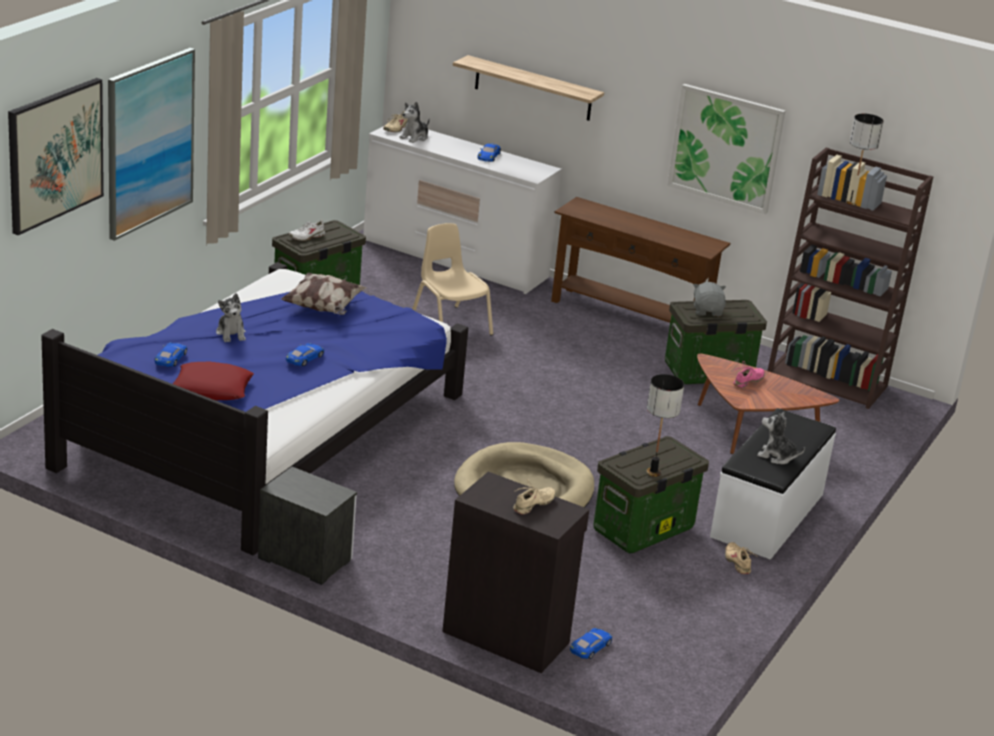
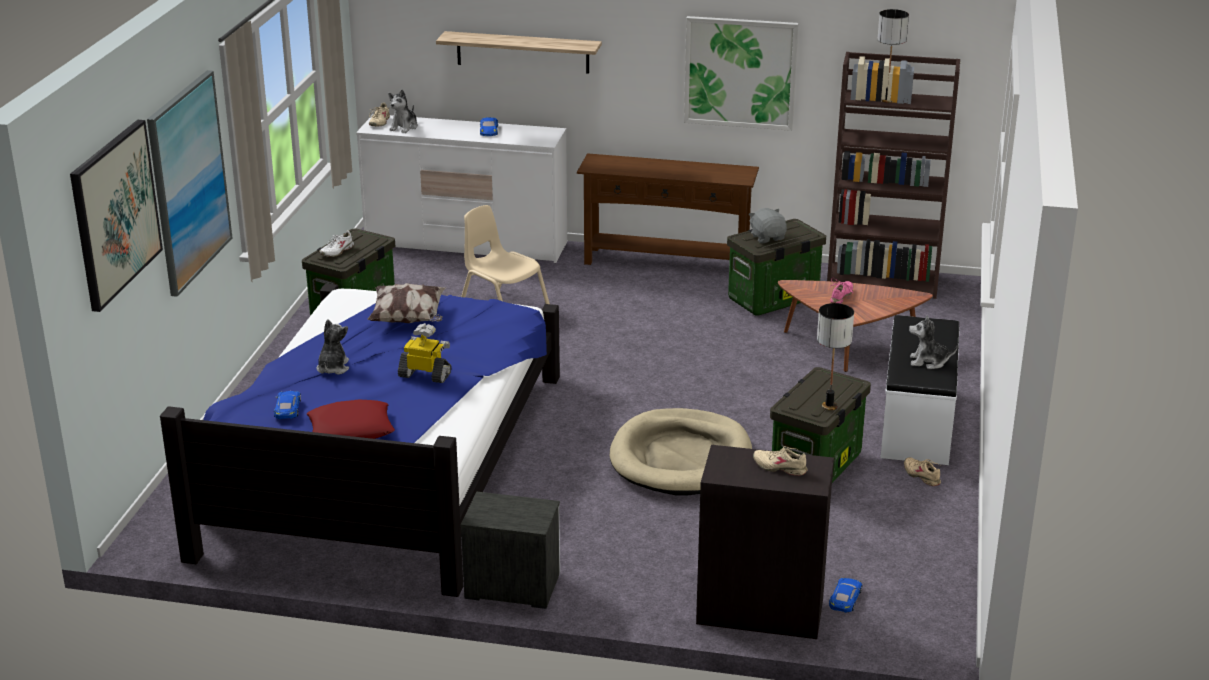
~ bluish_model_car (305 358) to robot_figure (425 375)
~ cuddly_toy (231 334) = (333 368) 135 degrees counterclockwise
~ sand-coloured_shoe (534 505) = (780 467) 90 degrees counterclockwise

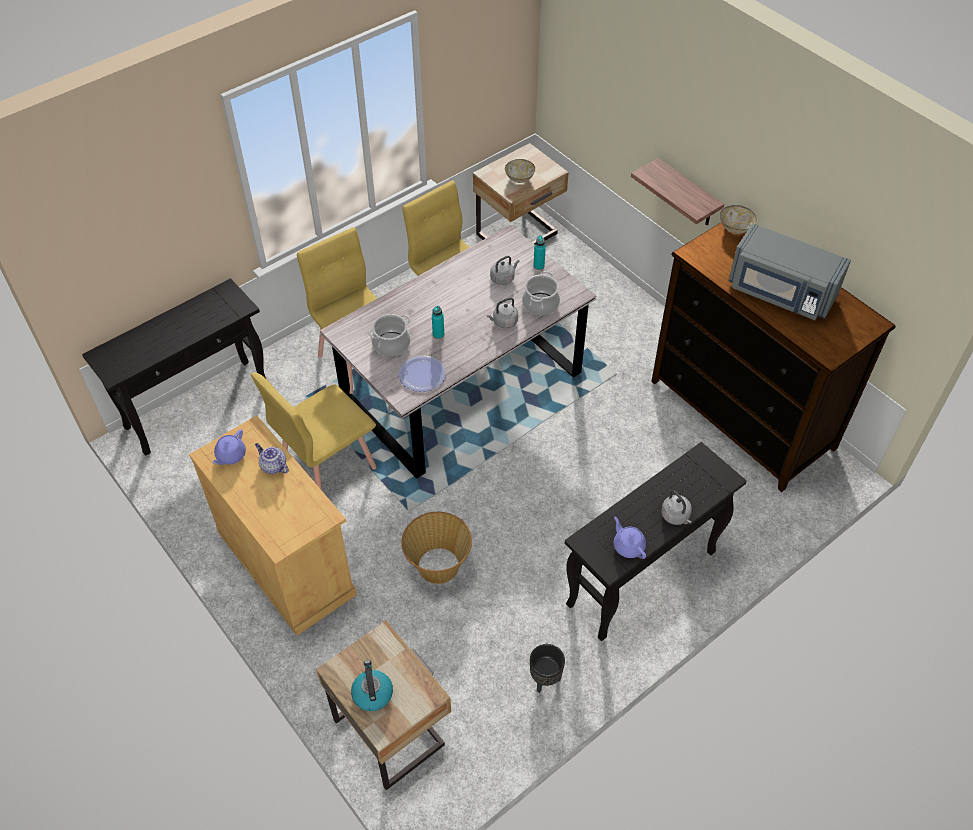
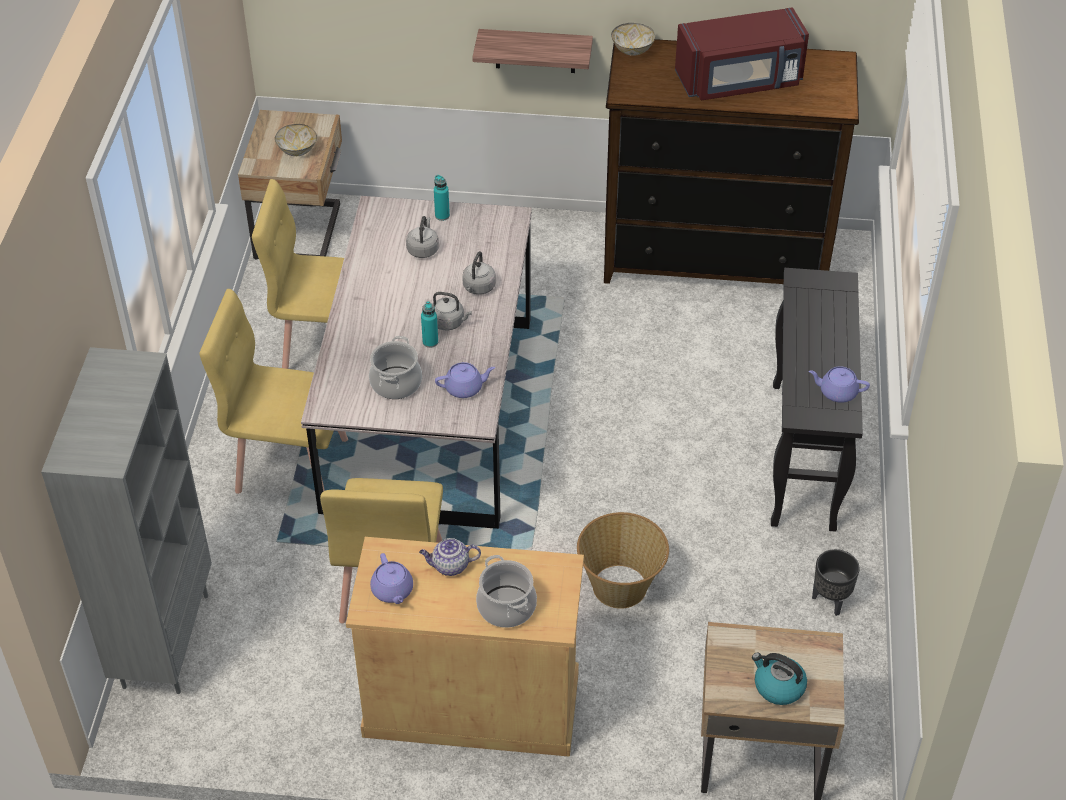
~ stockpot (540 304) to (506 607)
~ grey_water_kettle (676 516) to (449 322)
~ black_console_table (198 405) to grey_bookcase (164 639)
~ flat_dish (422 374) to purplish_pot_for_tea (465 388)
~ grey_microwave (780 293) to red_microwave (740 81)

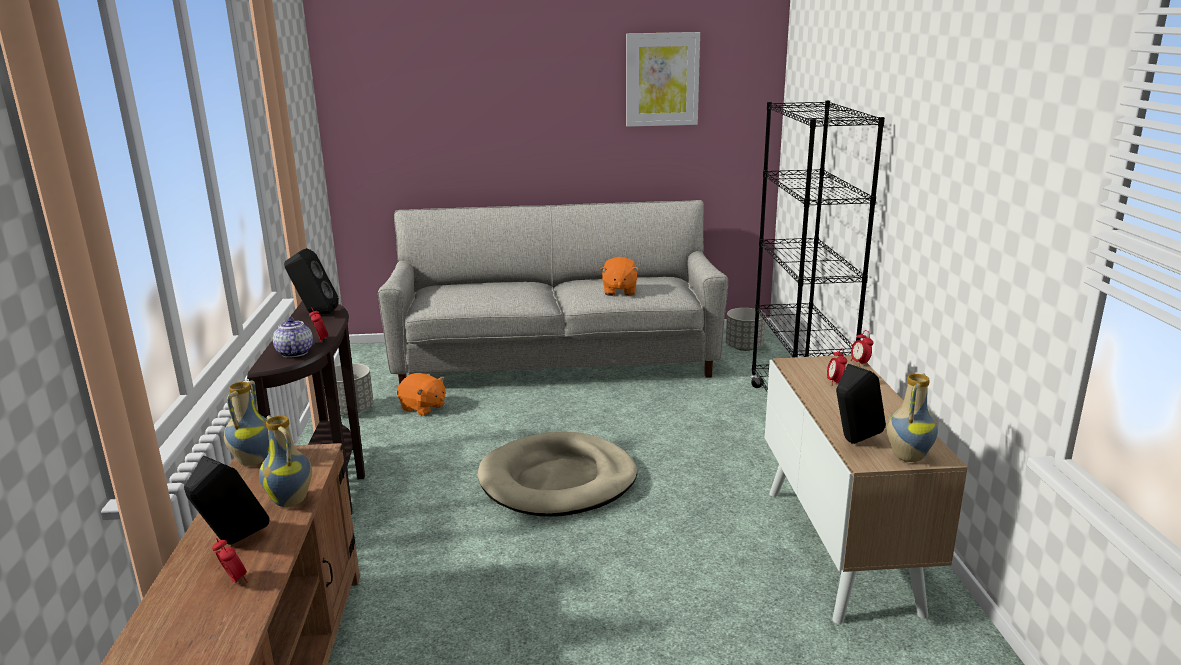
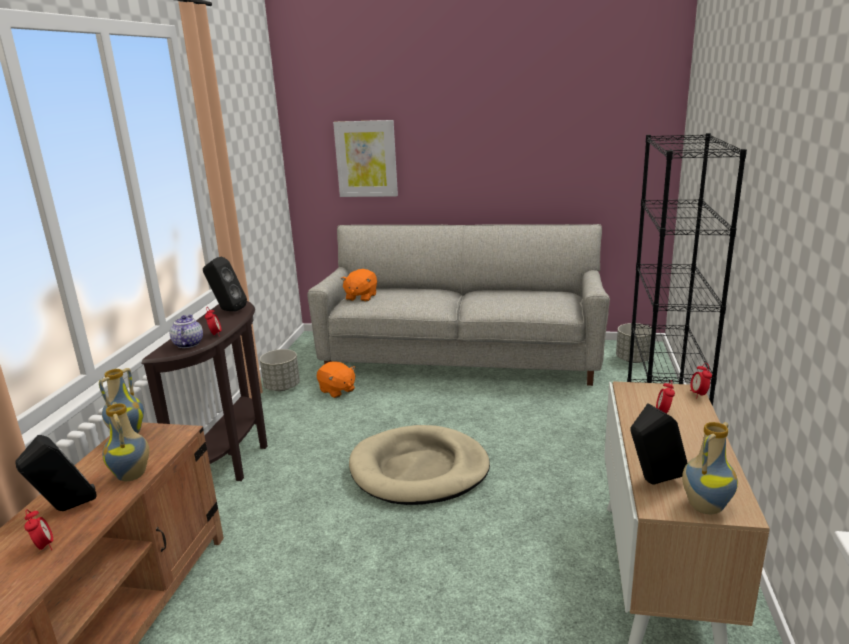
~ orange-coloured_cuddly_toy (619 291) to (361 297)
~ wall_picture (662 79) to (366 159)

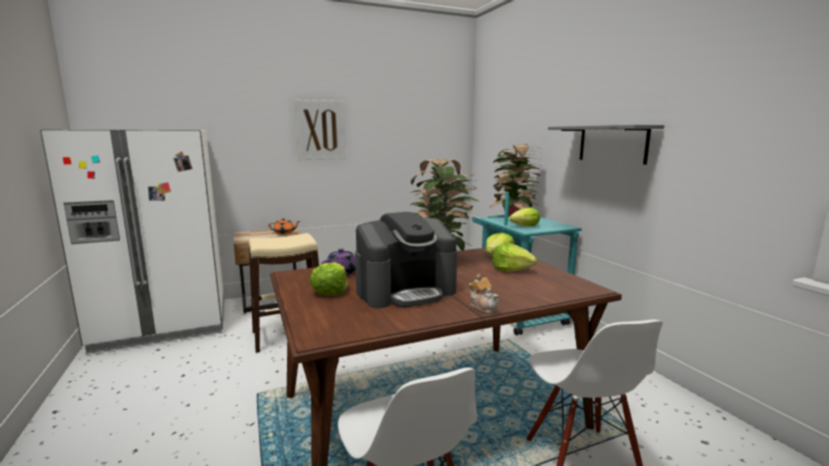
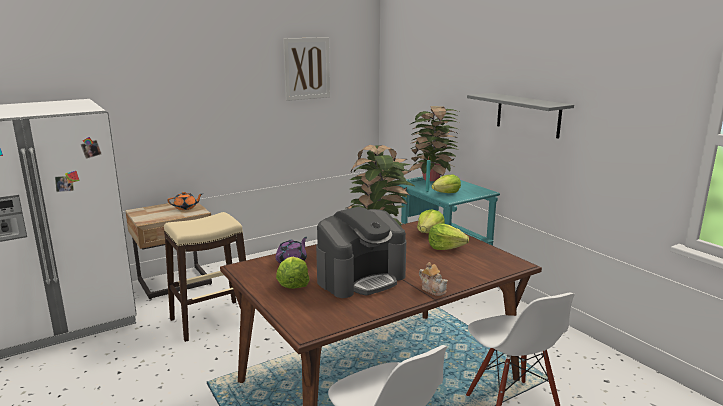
~ wall_picture (320 130) to (306 68)

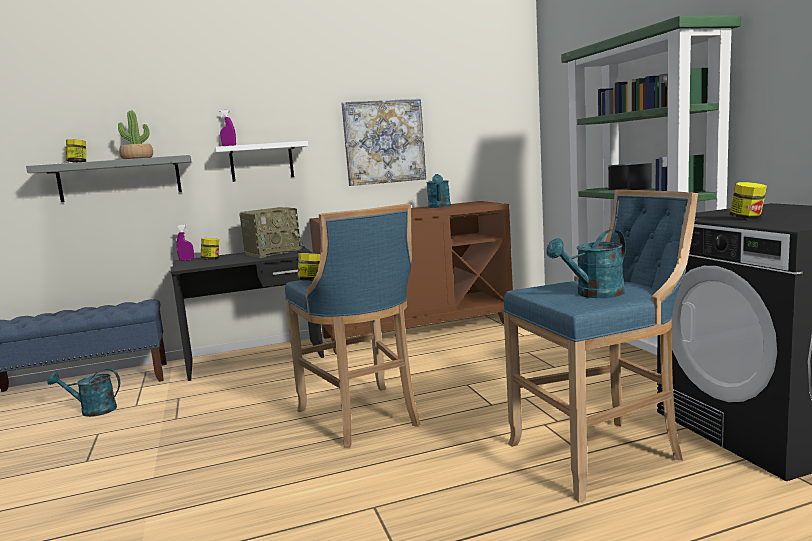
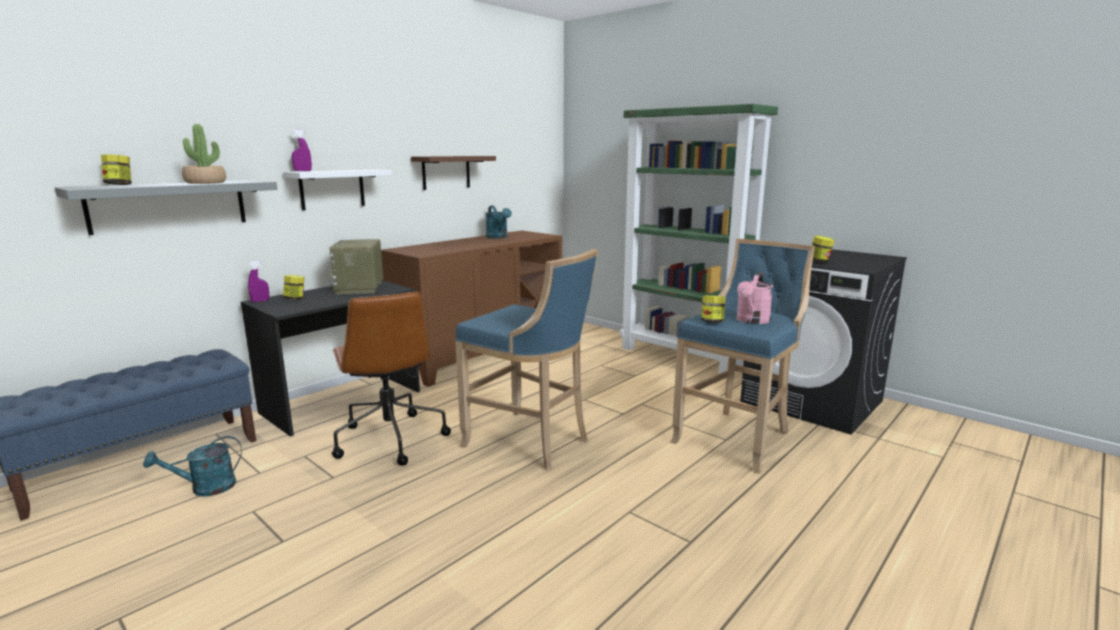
+ brown_desk_chair (390 439)
~ storage_jar (310 281) to (712 322)
~ wall_picture (384 142) to brown_shelf (446 172)
~ blue-green_watering_can (593 294) to pink_watering_can (751 321)
~ radio (273 252) = (360 288) 150 degrees clockwise

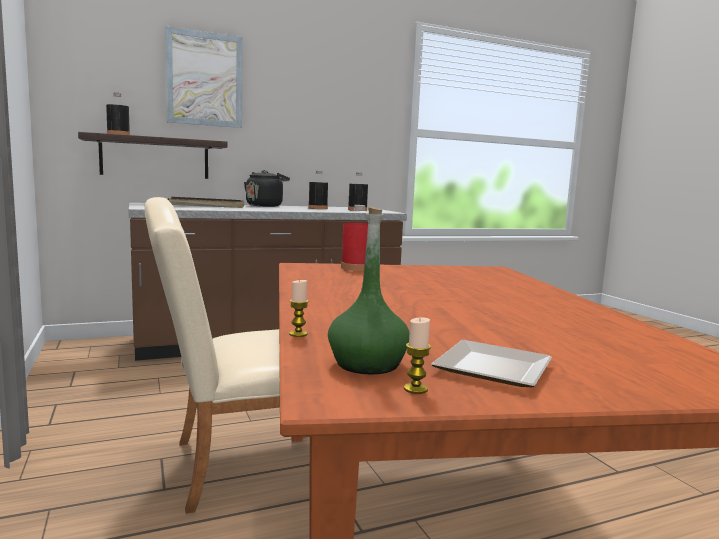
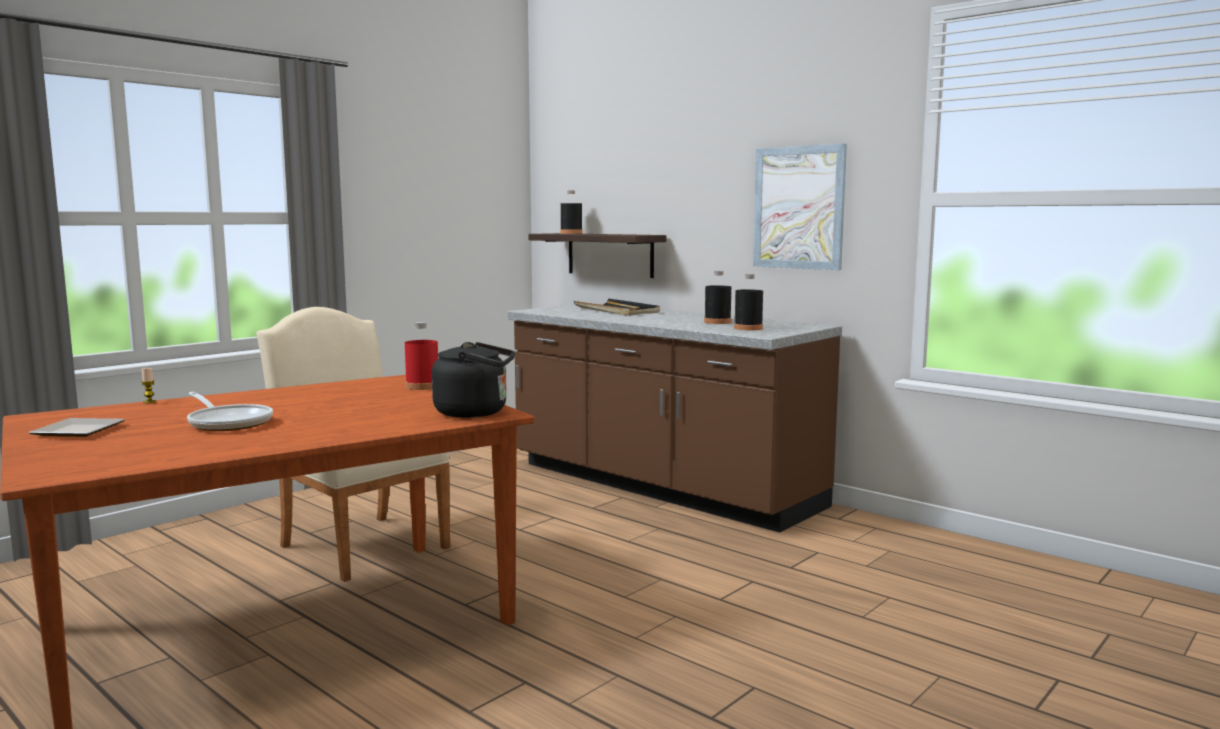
- green_beverage_bottle (368 364)
- wax_light (415 389)
+ skillet (228 423)
~ wall_picture (204 79) to (798 208)
~ black_water_kettle (265 206) to (476 412)

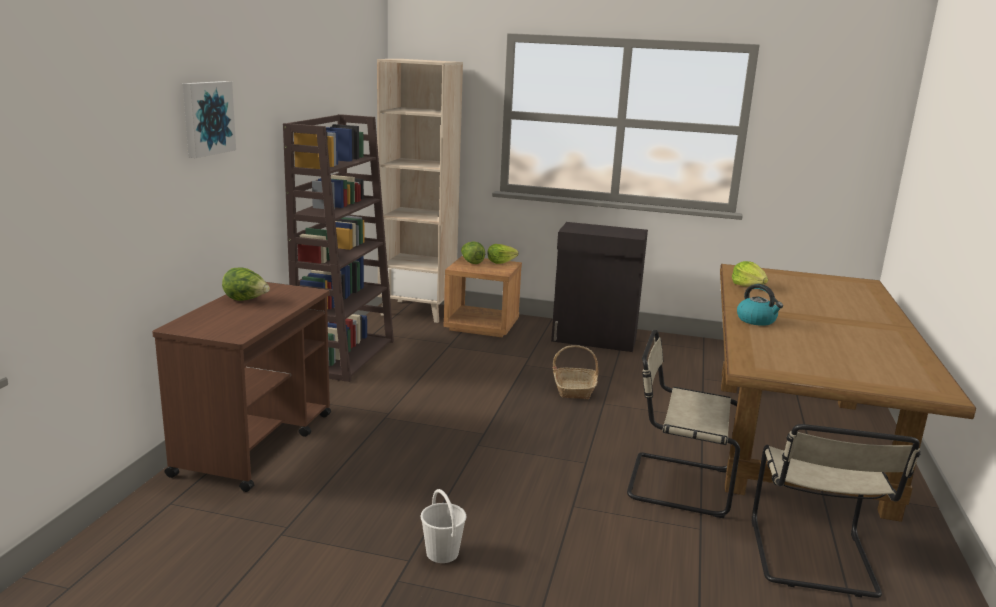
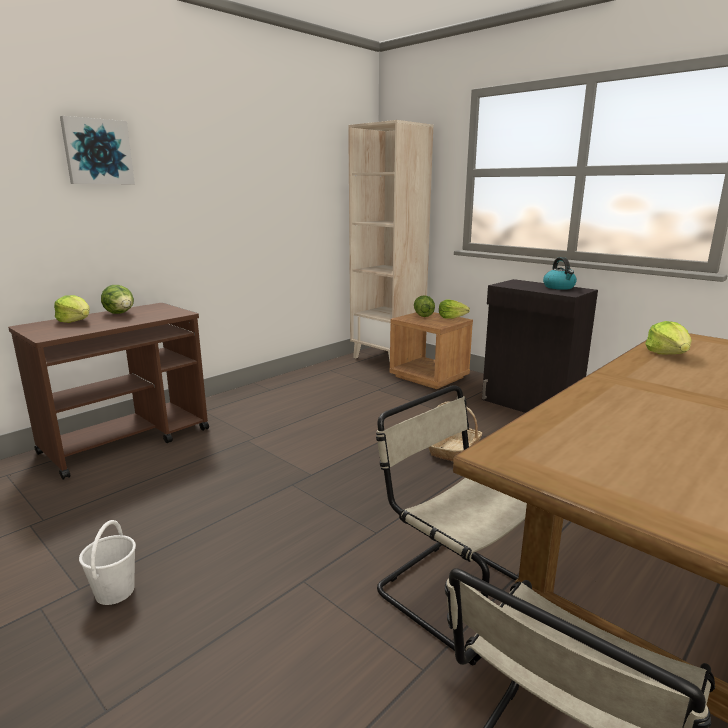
- brown_bookcase (345 356)
+ lettuce (75 321)
~ water_kettle (757 320) to (559 287)

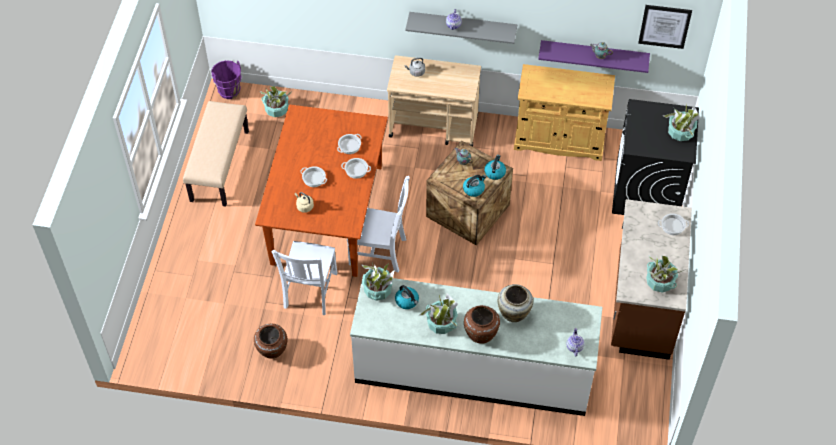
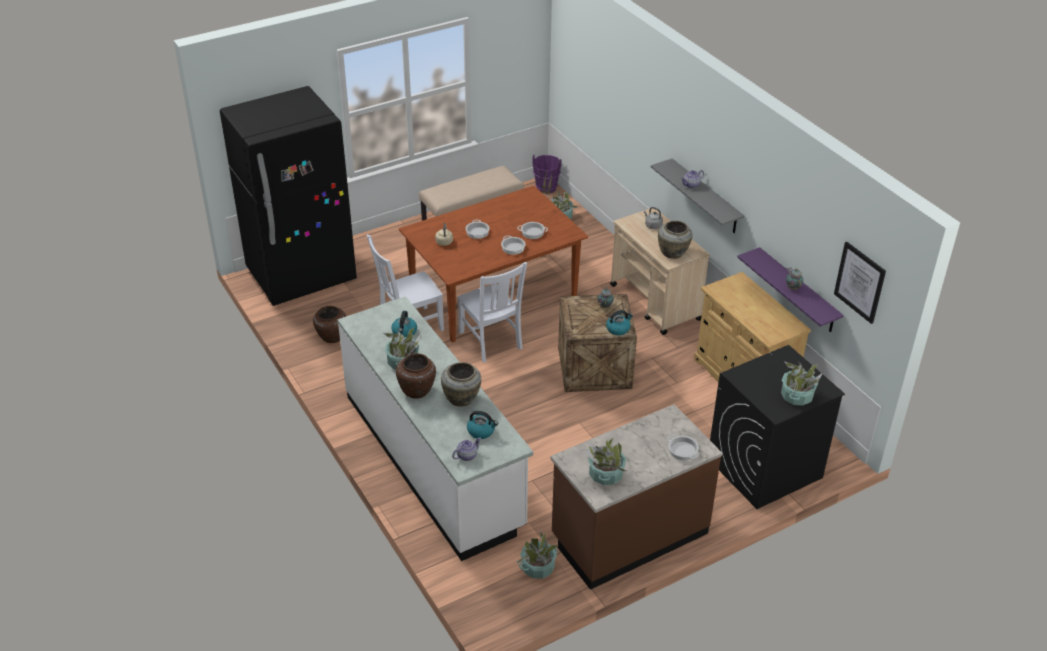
+ black_refrigerator (302 276)
+ sand-coloured_vase (673 253)
~ houseplant (378 290) to (538 567)
~ water_kettle (474 189) to (481 431)

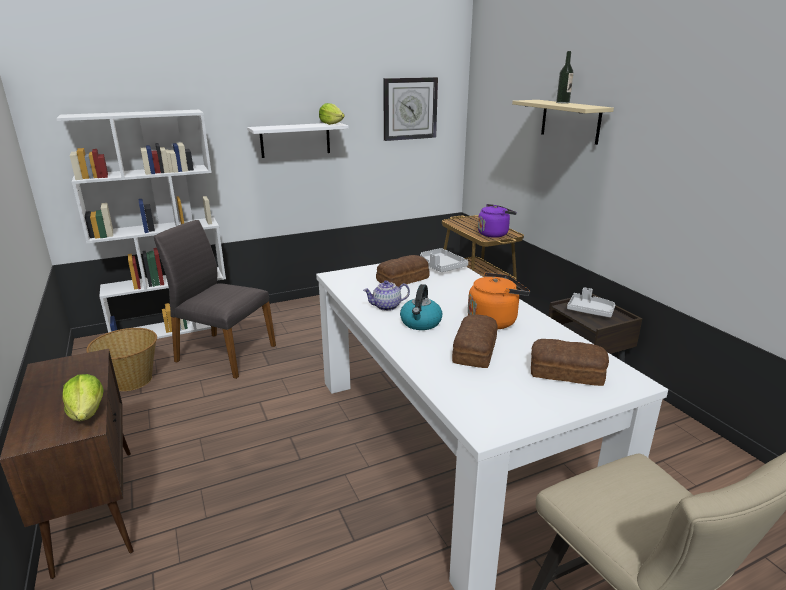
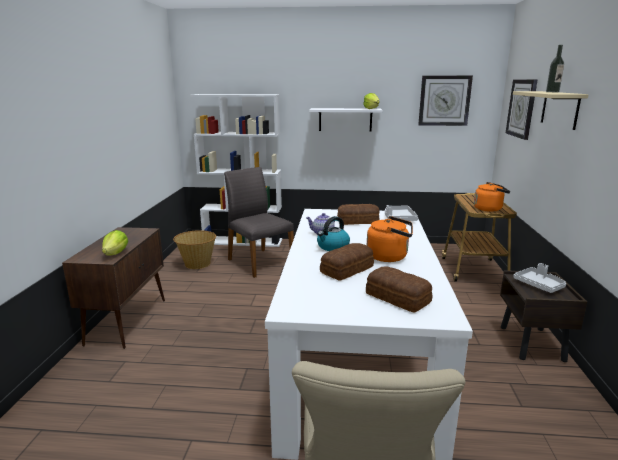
+ wall_clock (522 108)
~ purplish_water_kettle (494 234) to orange-coloured_water_kettle (489 209)

